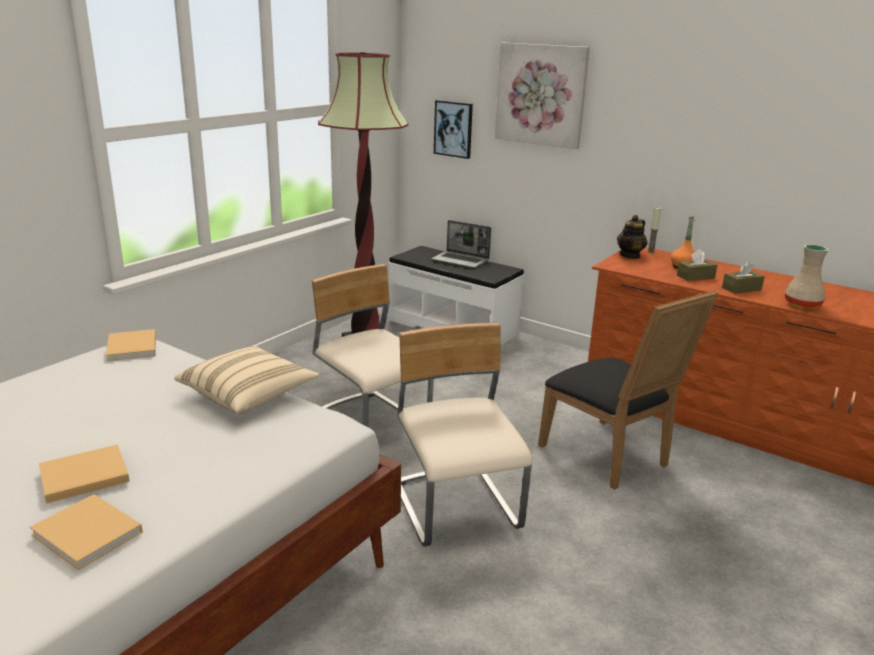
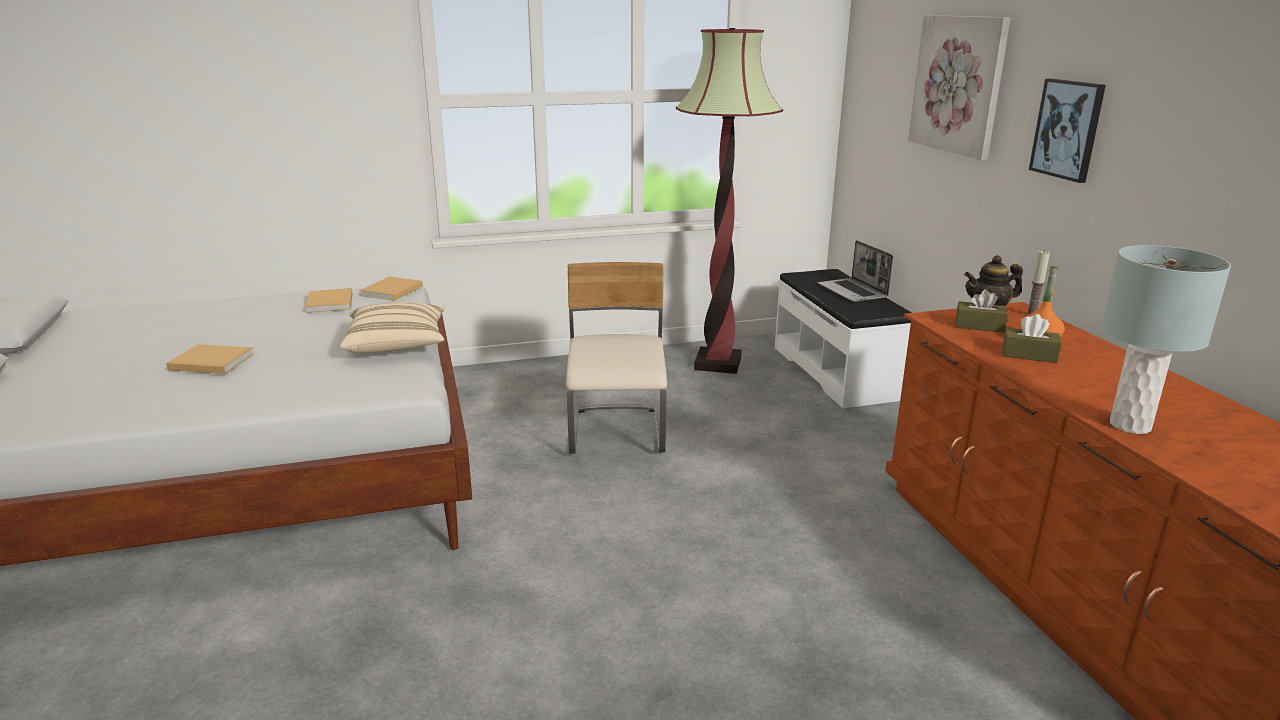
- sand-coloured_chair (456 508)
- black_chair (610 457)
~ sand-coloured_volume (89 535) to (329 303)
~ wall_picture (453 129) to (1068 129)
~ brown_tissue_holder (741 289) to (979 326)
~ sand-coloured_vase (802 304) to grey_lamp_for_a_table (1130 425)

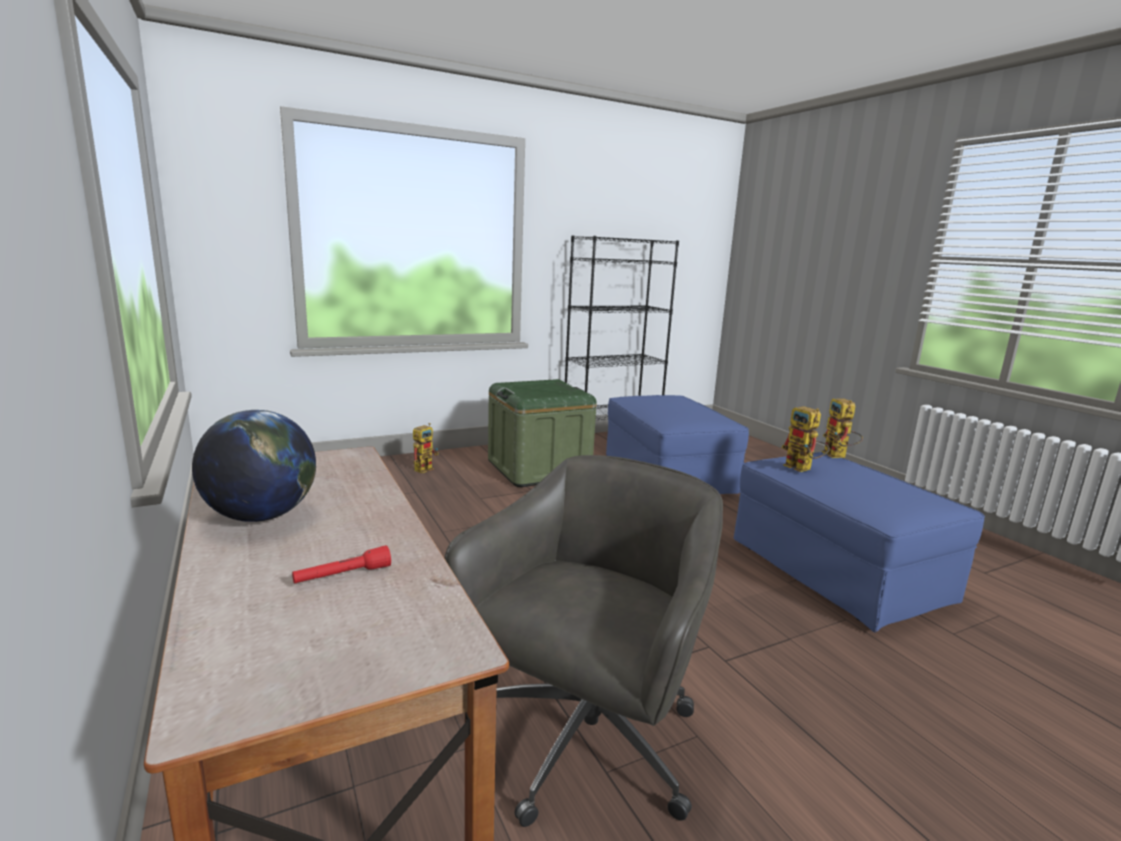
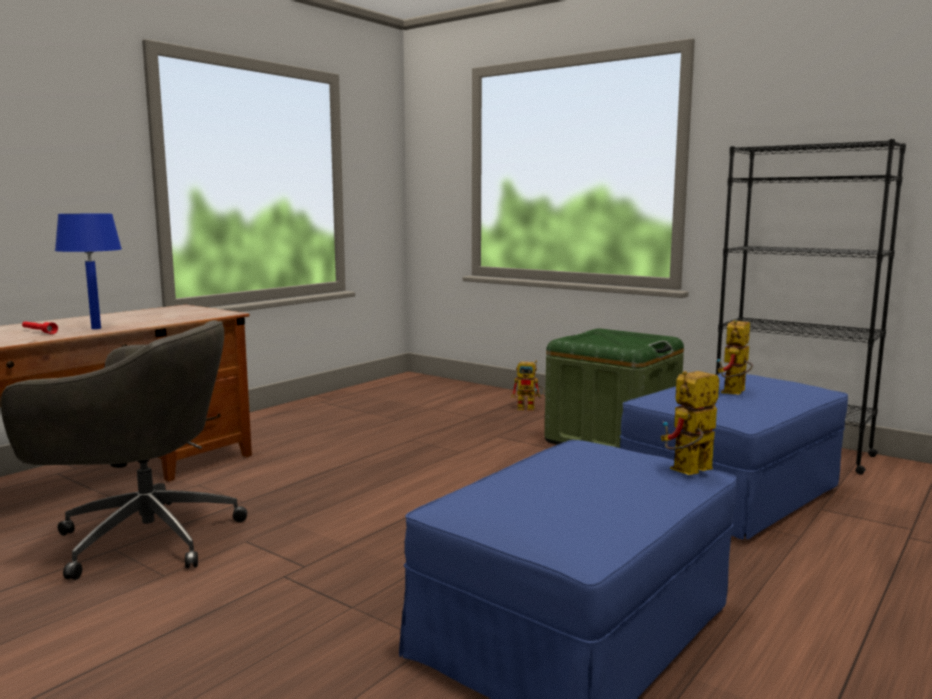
- desk_globe (262 517)
+ bluish_lamp_for_a_table (96 328)
~ robot_figure (803 468) to (734 393)

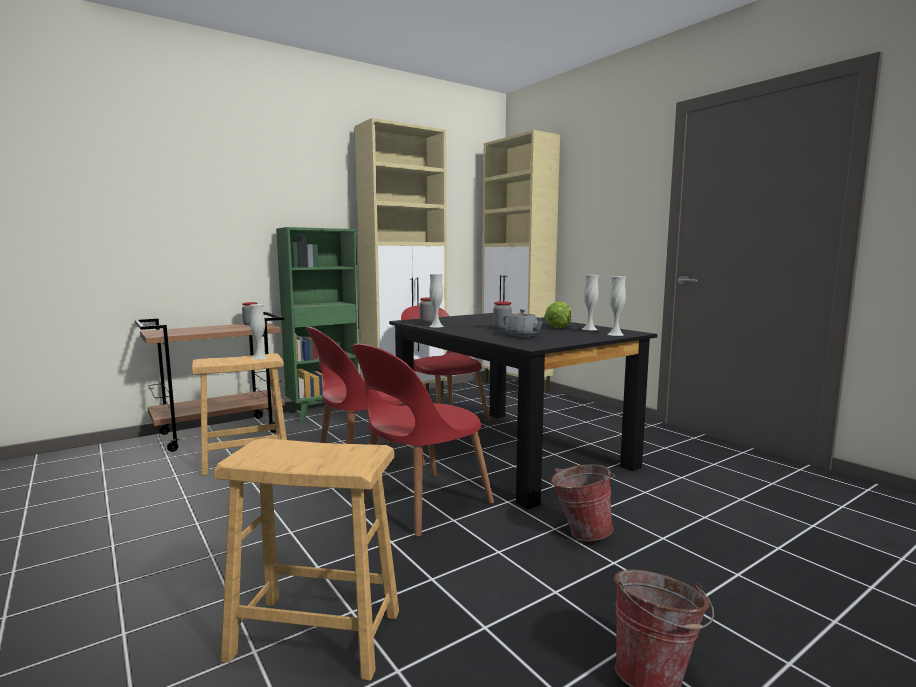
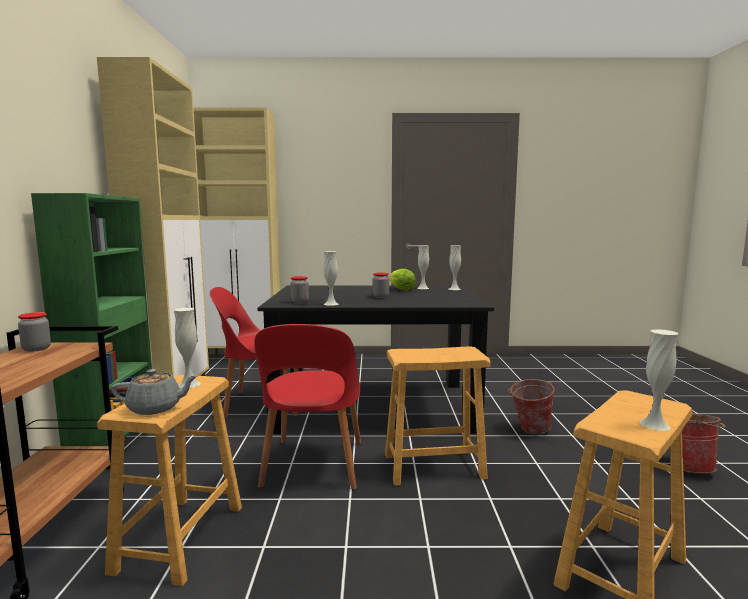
+ white_vase (654 424)
~ grey_pot_for_tea (522 335) to (156 408)
~ red_chair (421 503) to brown_stool_seat (434 466)

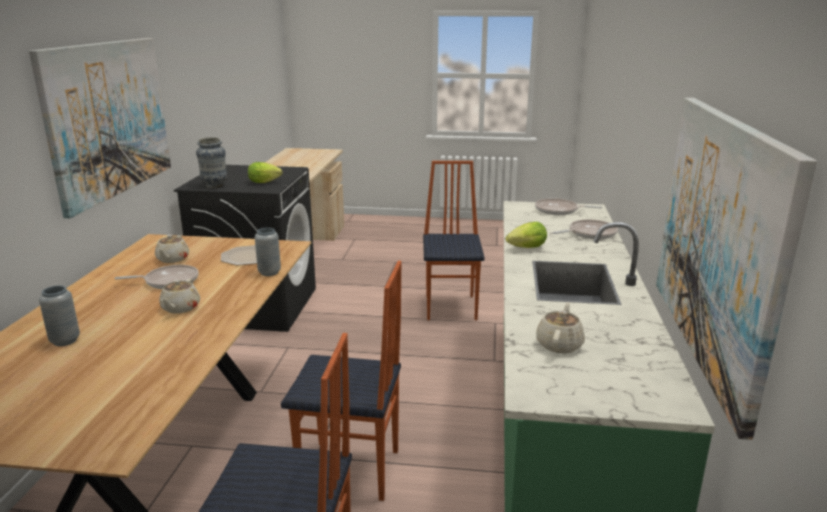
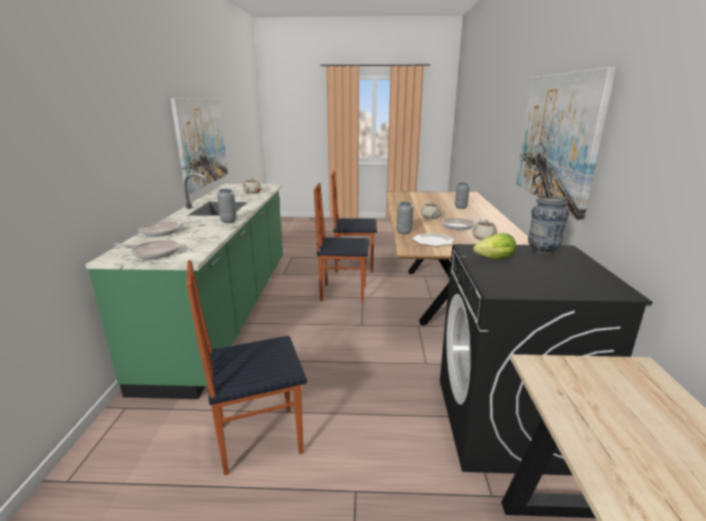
~ lettuce (524 248) to grey_vase (228 221)
~ chair (452 307) = (258 438) 75 degrees clockwise

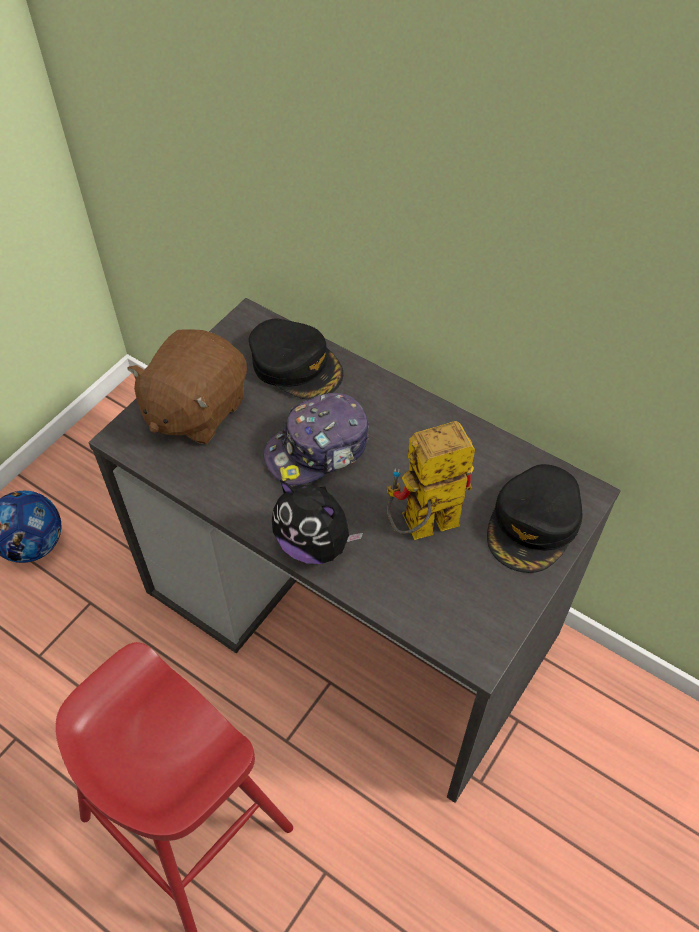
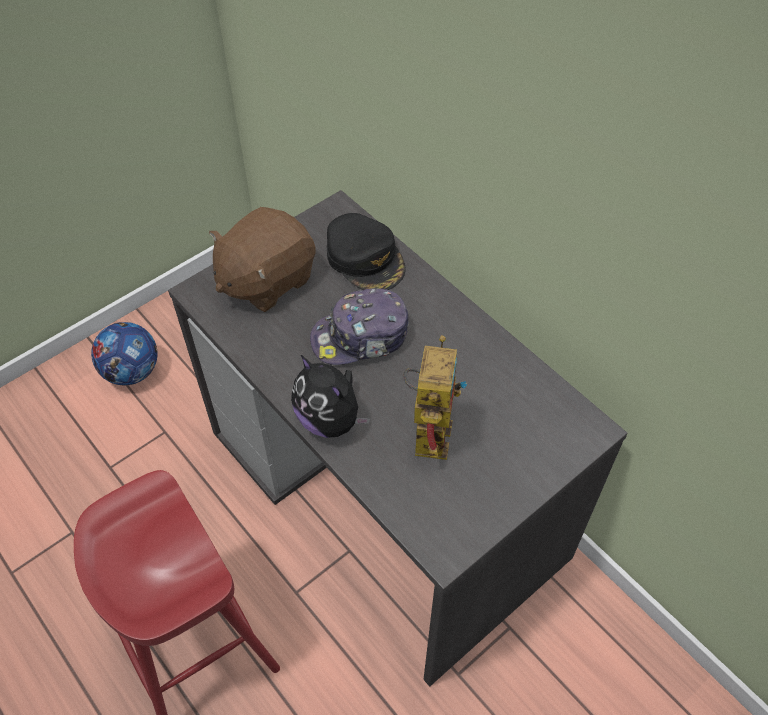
- black_cap (534 524)
~ robot_figure (421 528) = (429 427) 105 degrees clockwise

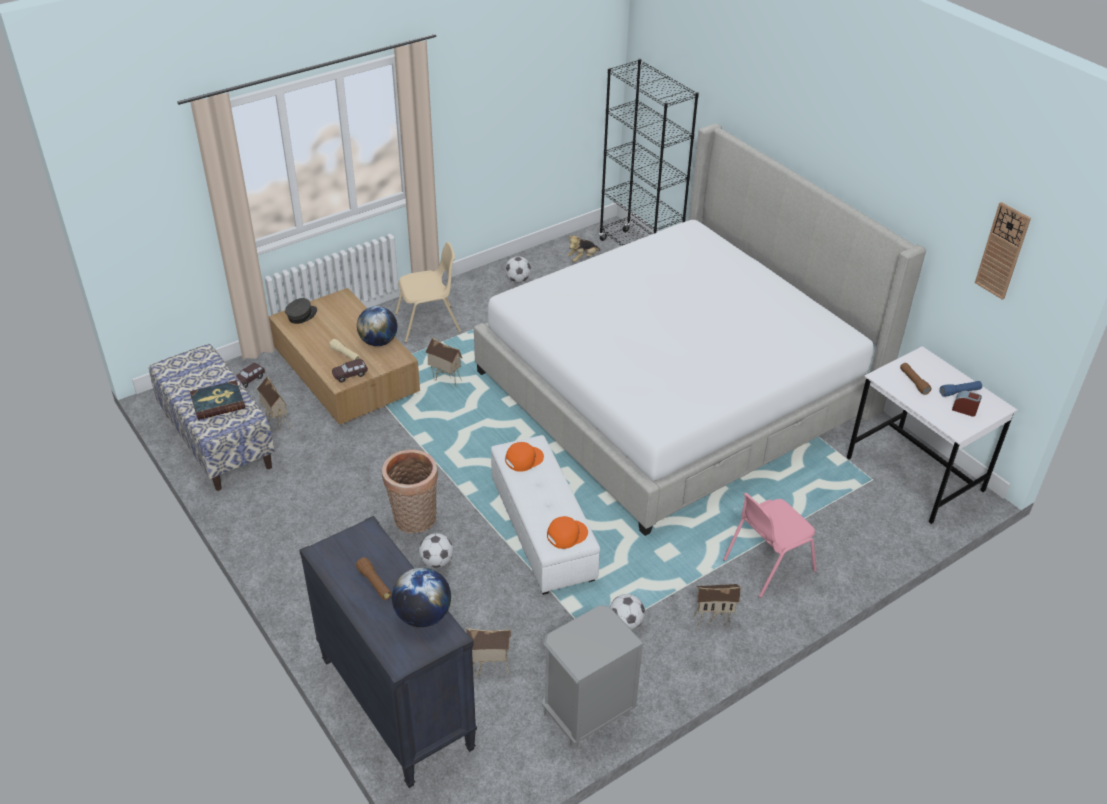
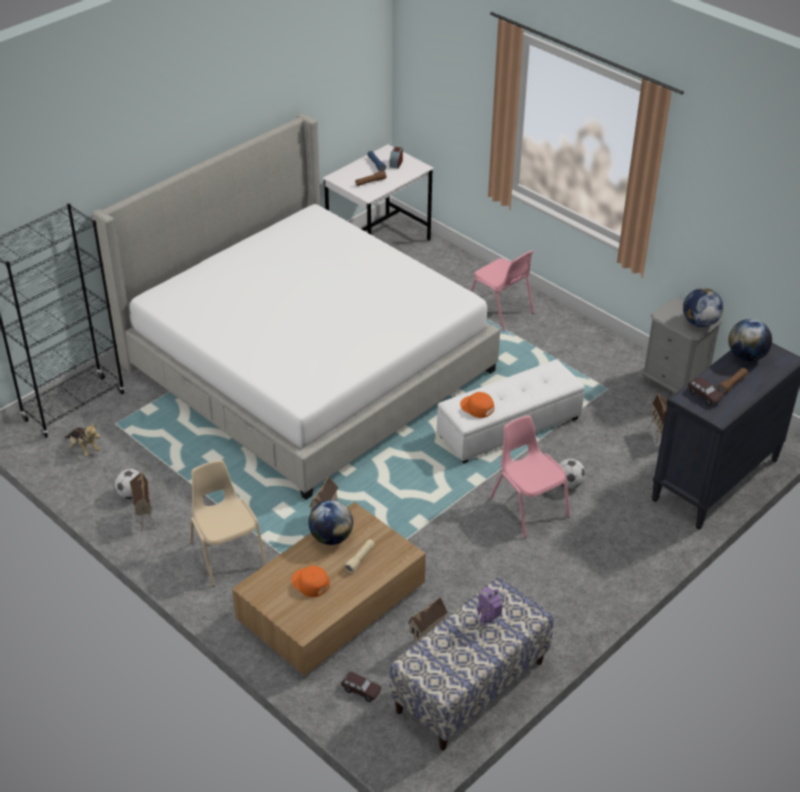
- grey_cap (301 315)
- football (625 623)
- wall_clock (1002 251)
+ desk_globe (699 323)
~ brown_model_car (350 375) to (704 396)
~ orange-coloured_cap (566 534) to (310 583)
~ model_house (712 620) to (144 518)
~ volume (218 402) to robot_figure (489 622)
~ household_basket (414 521) to pink_chair (528 507)

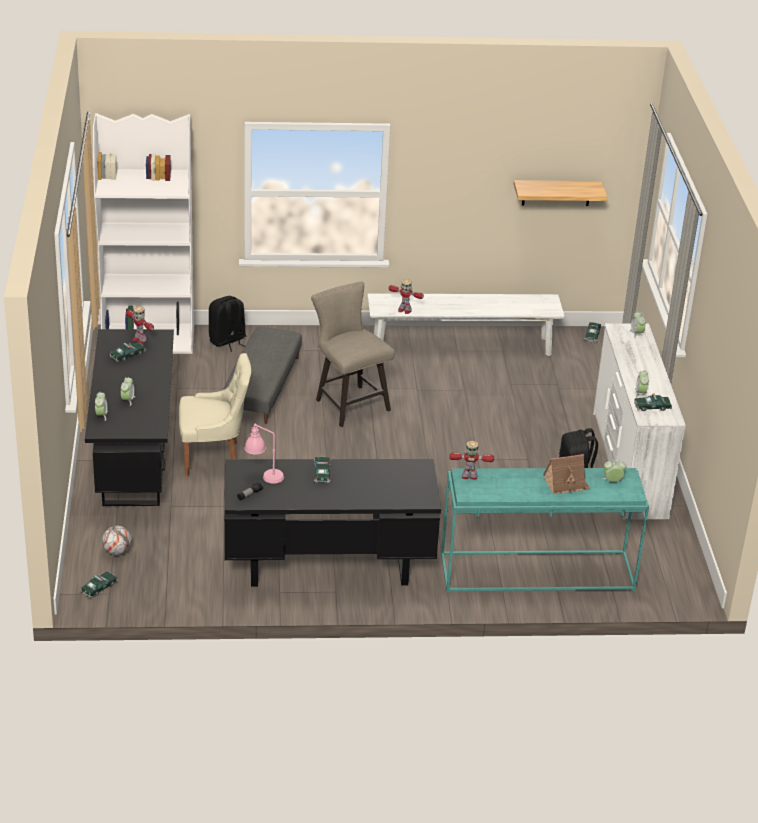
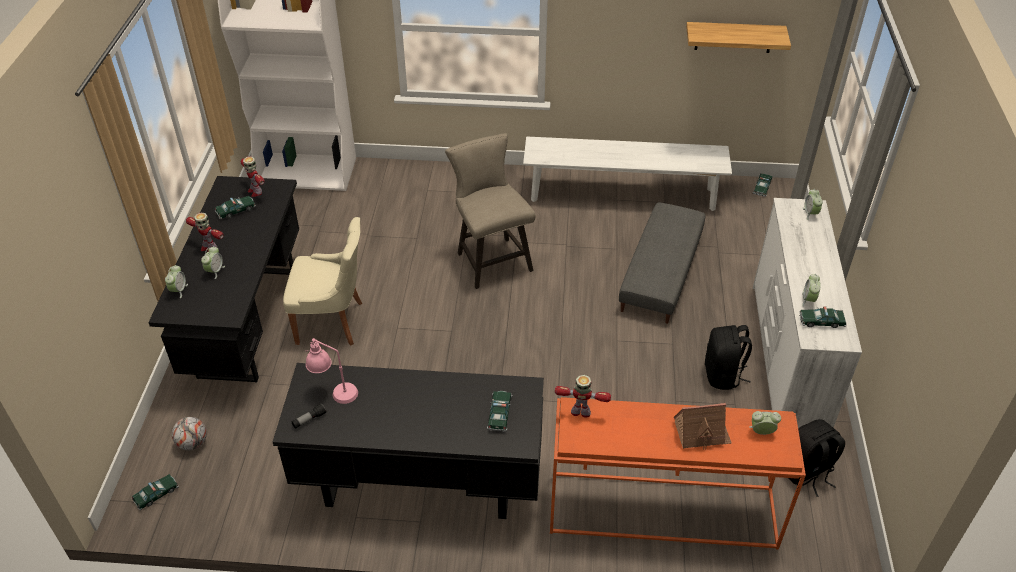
~ black_backpack (227 341) to (807 473)
~ grey_footrest (261 386) to (660 272)
~ model_car (322 473) to (499 414)
~ robot_figure (404 310) to (209 248)
~ blue-green_console_table (536 573) to orange-coloured_console_table (660 511)

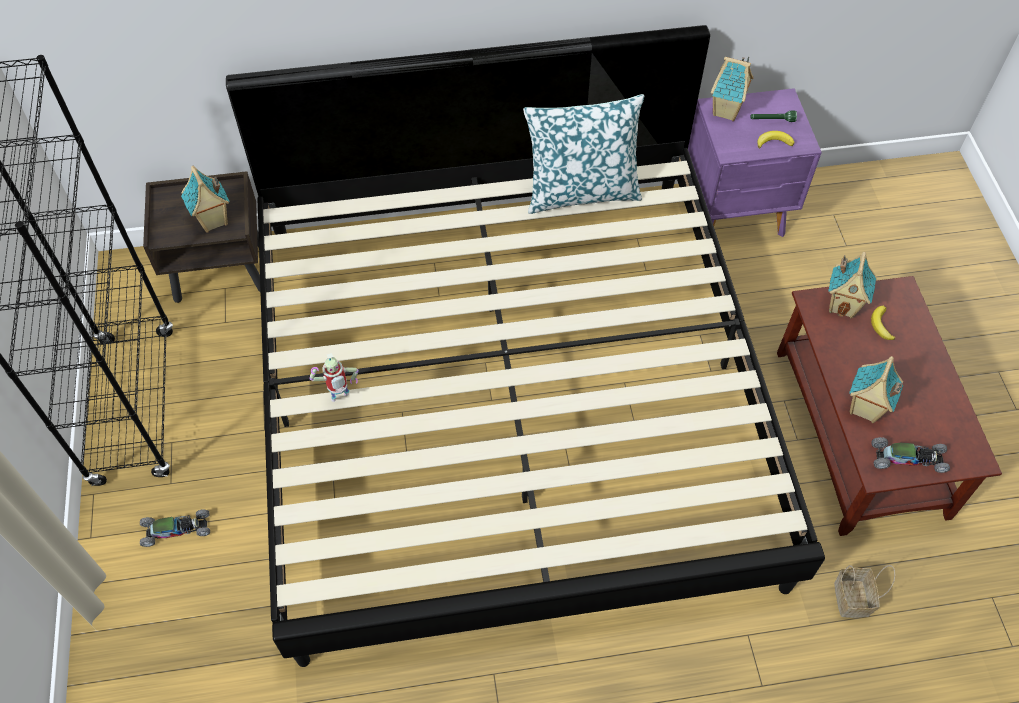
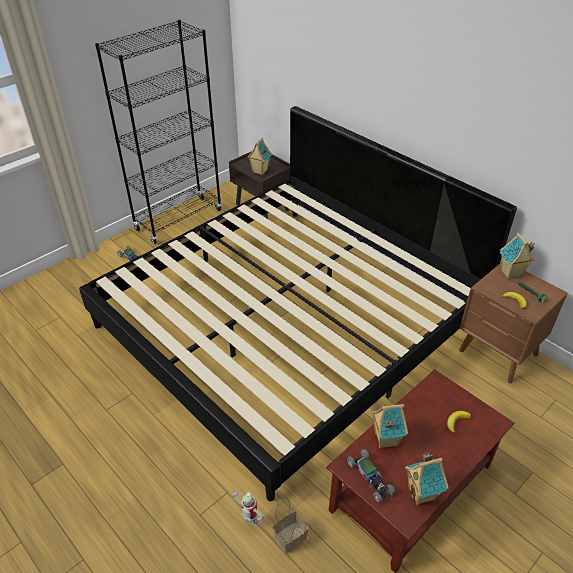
- pillow (581 192)
~ robot_figure (340 399) to (250 523)
~ model_house (843 305) to (422 494)
~ purplish_nightstand (735 213) to brown_nightstand (498 354)

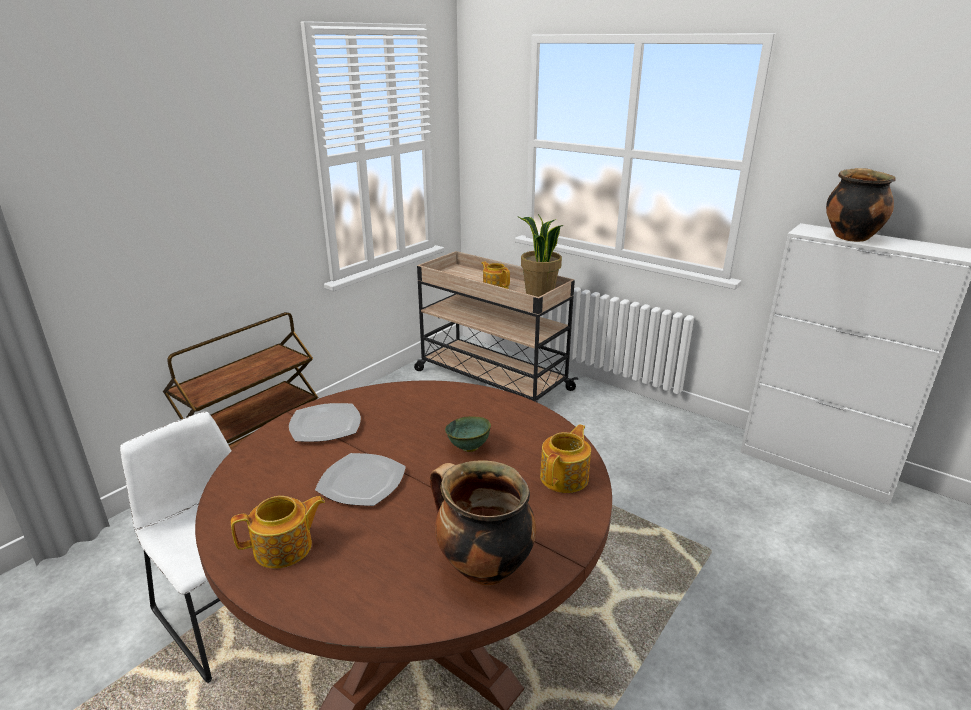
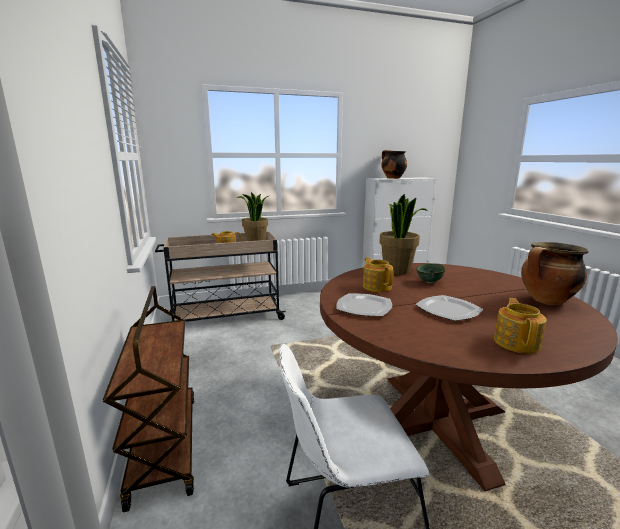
+ houseplant (397 270)
~ pot_for_tea (565 477) to (377 286)

